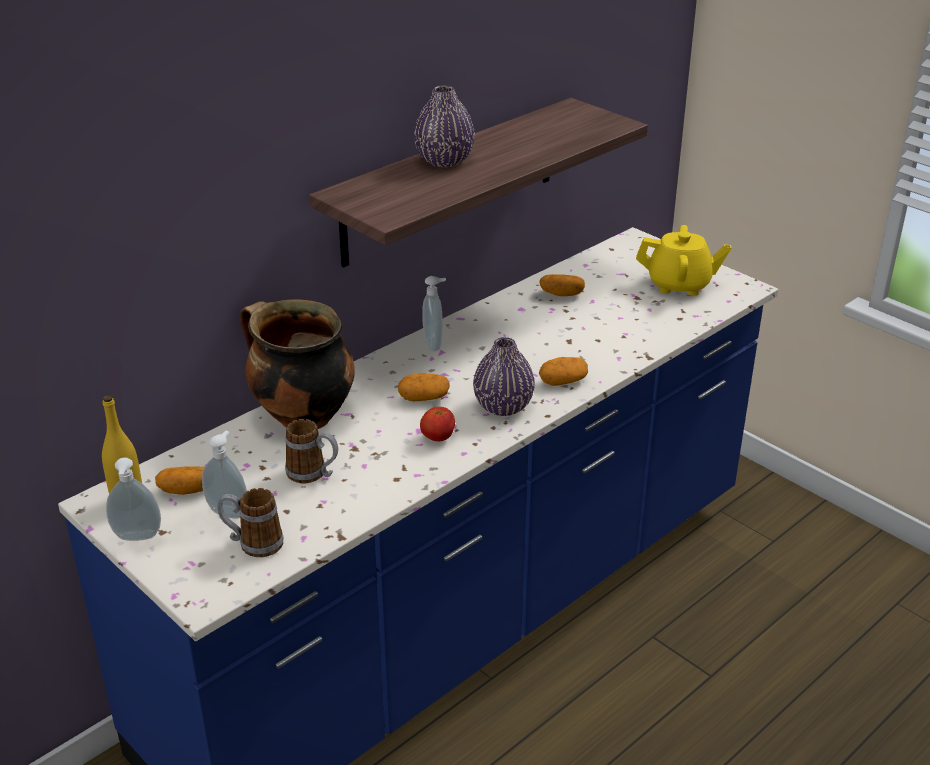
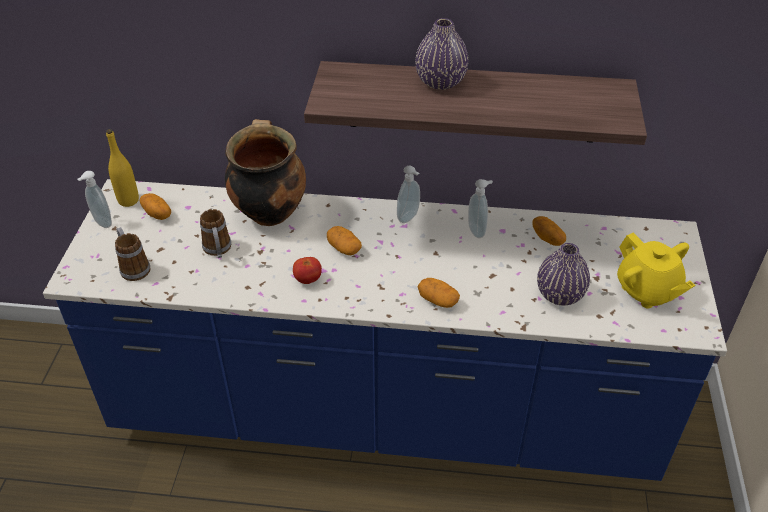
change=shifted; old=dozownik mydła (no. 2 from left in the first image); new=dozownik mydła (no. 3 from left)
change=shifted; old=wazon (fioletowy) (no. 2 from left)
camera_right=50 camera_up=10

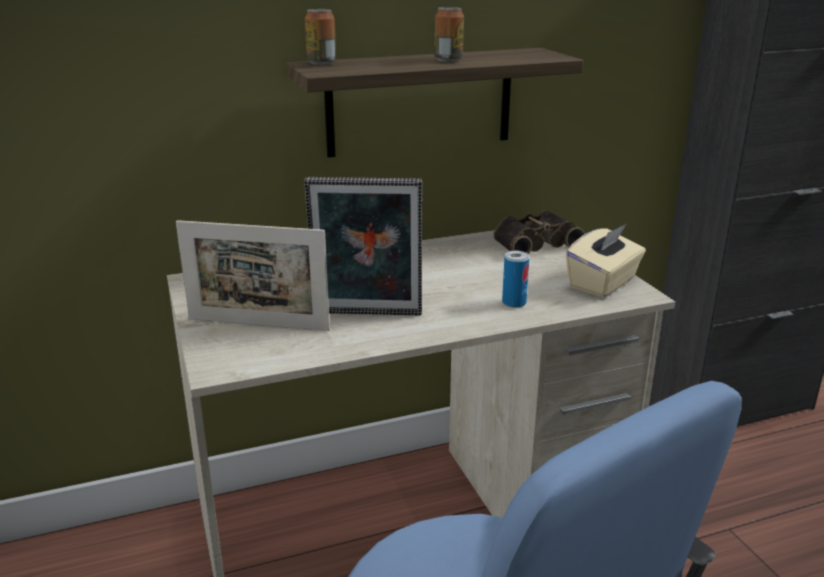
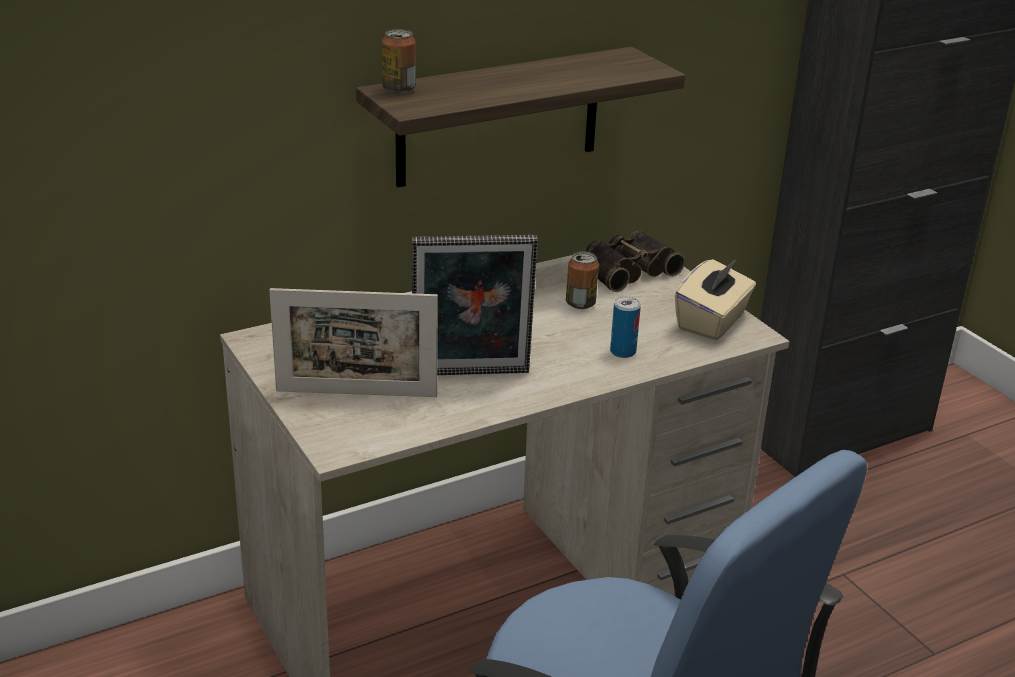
change=shifted; old=puszka (no. 2 from left)
camera_right=-10 camera_up=5

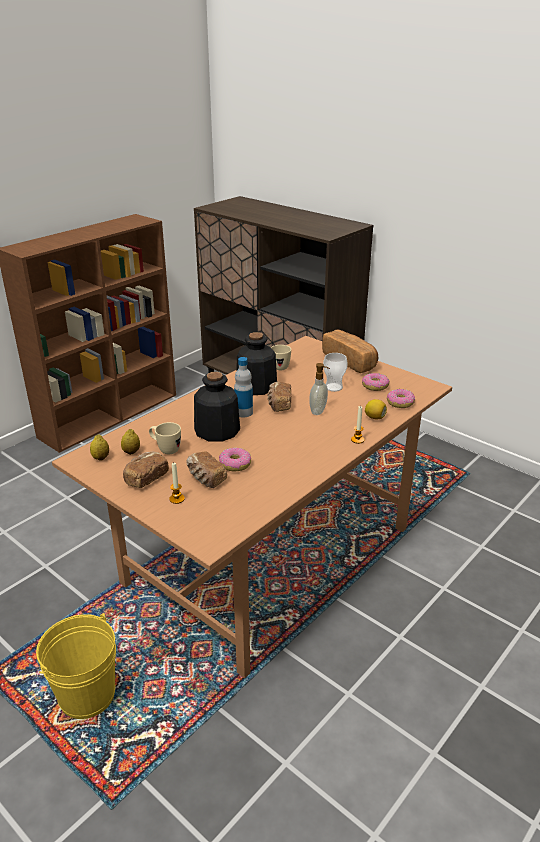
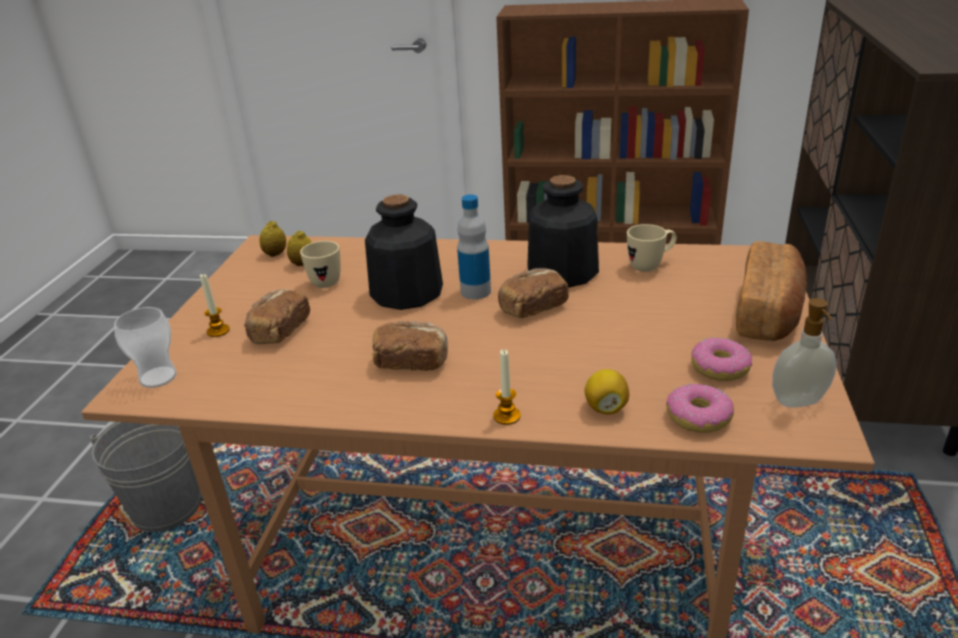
change=repainted; old=wiadro (żółty); new=wiadro (szary)
change=shifted; old=filiżanka
change=shifted; old=chleb (no. 1 from left in the first image); new=chleb (no. 2 from left)
change=shifted; old=dozownik mydła
change=gone; old=donut (no. 1 from left)
camera_right=60 camera_up=0

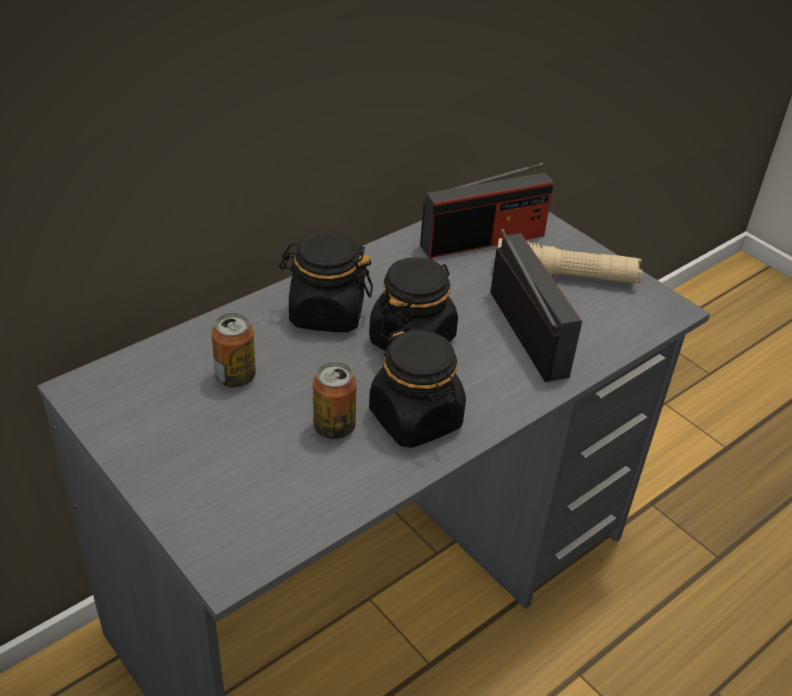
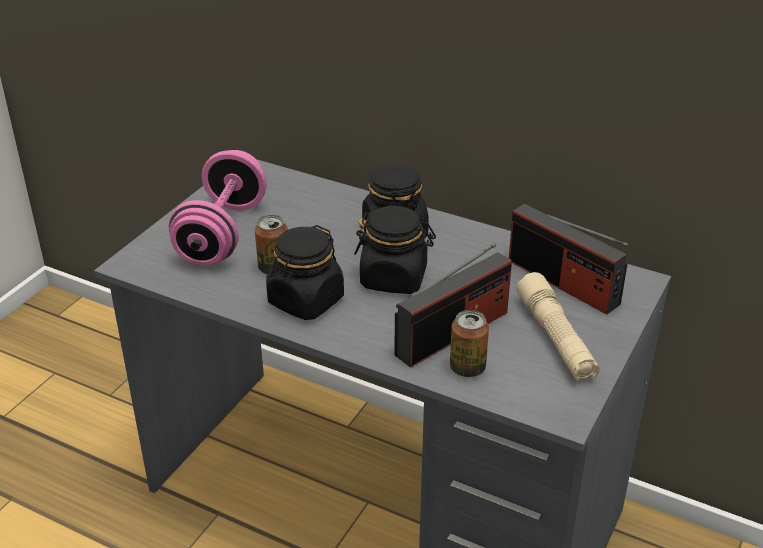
change=new; new=hantel (różowy)
change=shifted; old=puszka (no. 1 from left in the first image); new=puszka (no. 2 from left)
camera_right=70 camera_up=-5

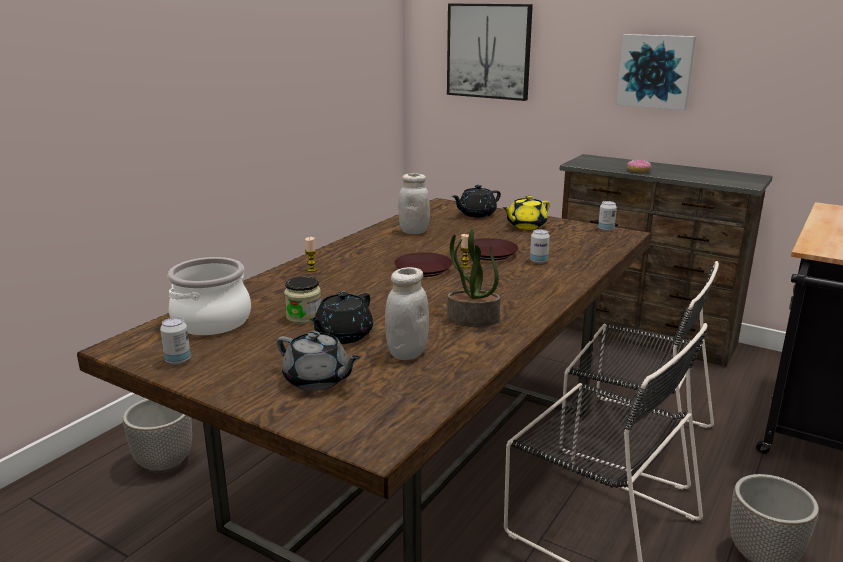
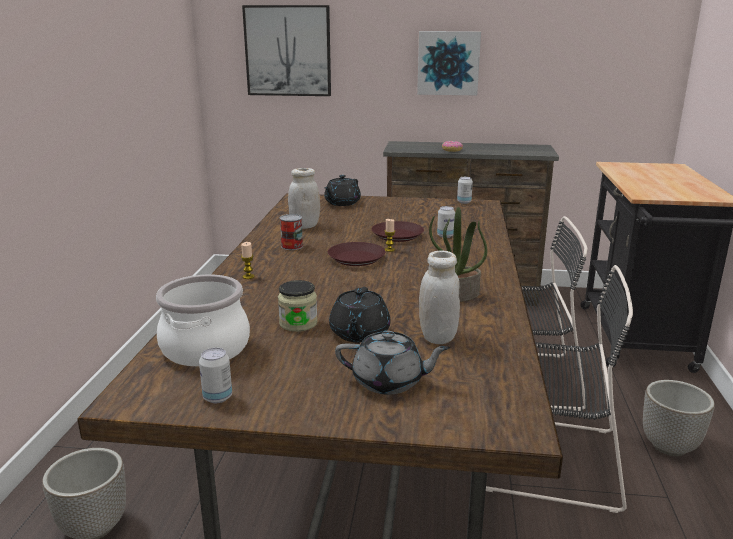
change=new; new=puszka (no. 2 from left)
change=gone; old=imbryk (żółty)
camera_right=-25 camera_up=0

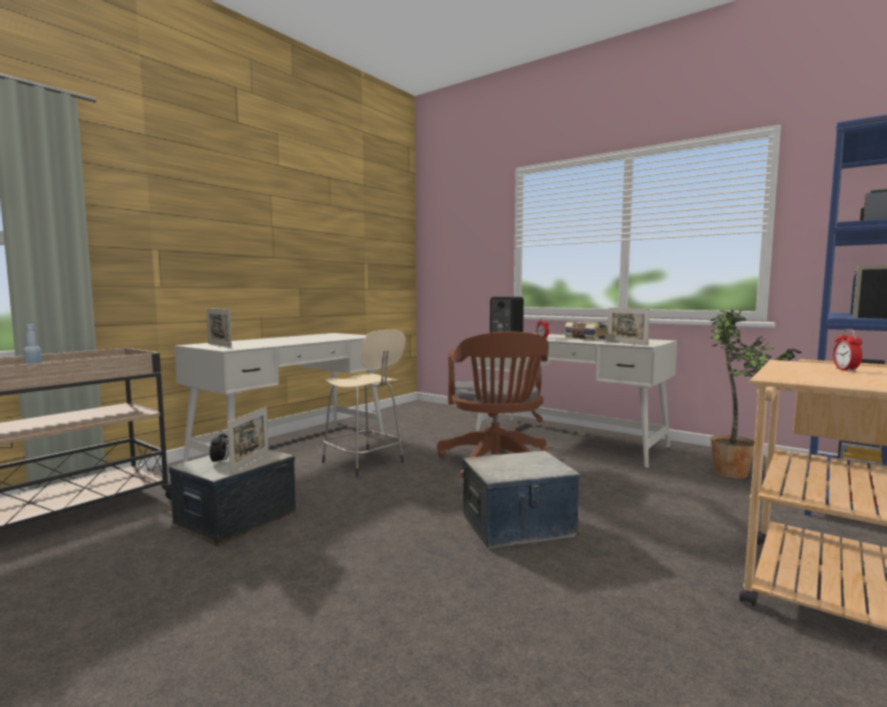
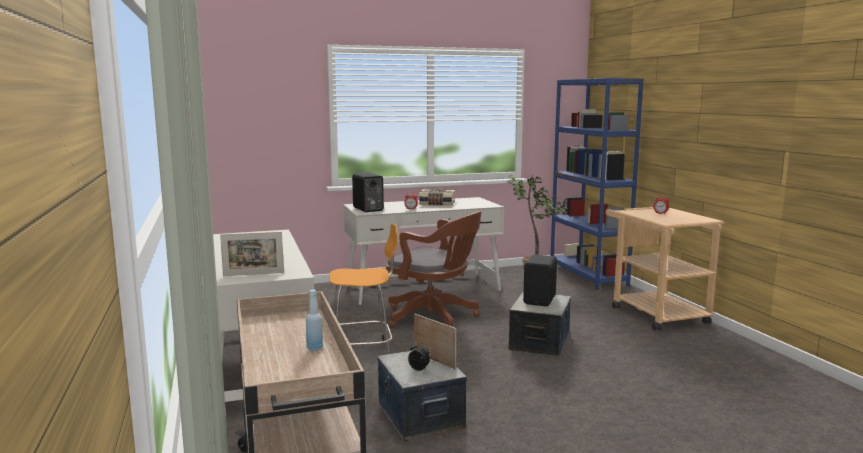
change=repainted; old=stołek (beżowy); new=stołek (pomarańczowy)
change=new; new=głośnik (czarny) (no. 2 from left)
change=gone; old=ramka na zdjęcie (no. 3 from left)
camera_right=-55 camera_up=5

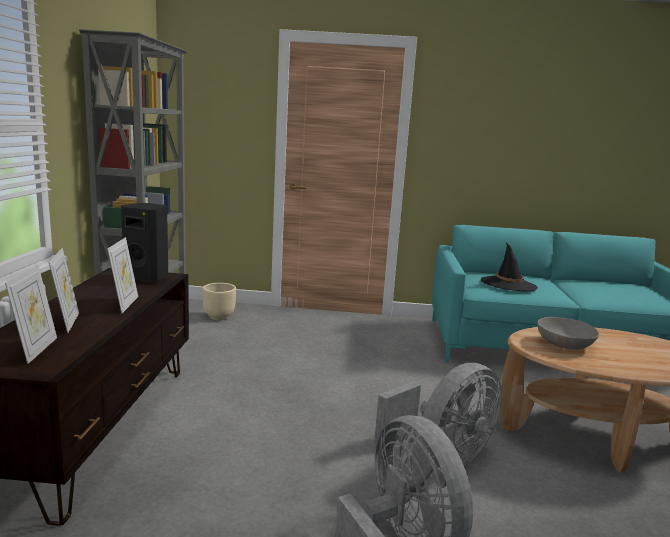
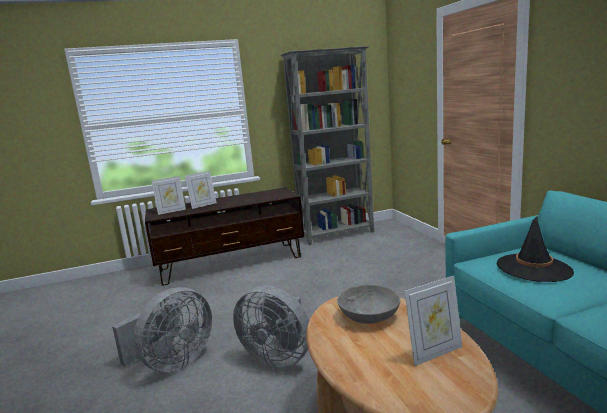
change=shifted; old=ramka na zdjęcie (no. 3 from left)
change=gone; old=głośnik (czarny)
change=gone; old=donica (beżowy)
camera_right=70 camera_up=0

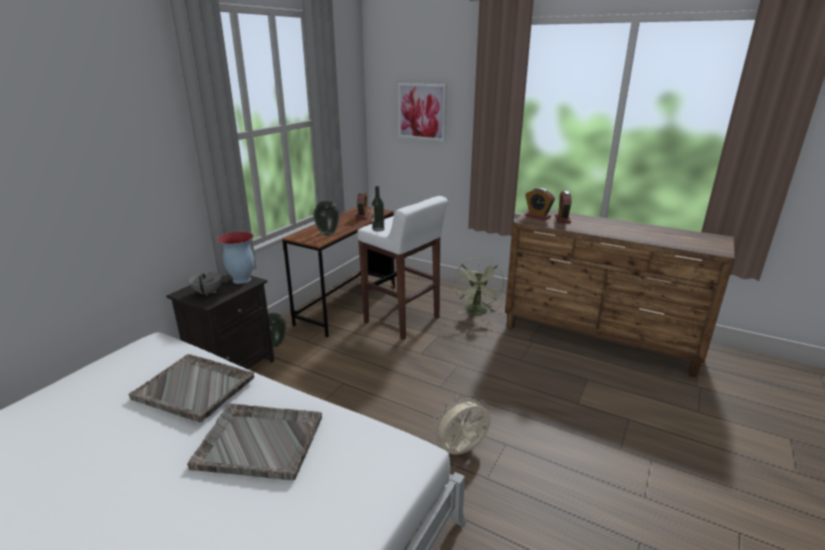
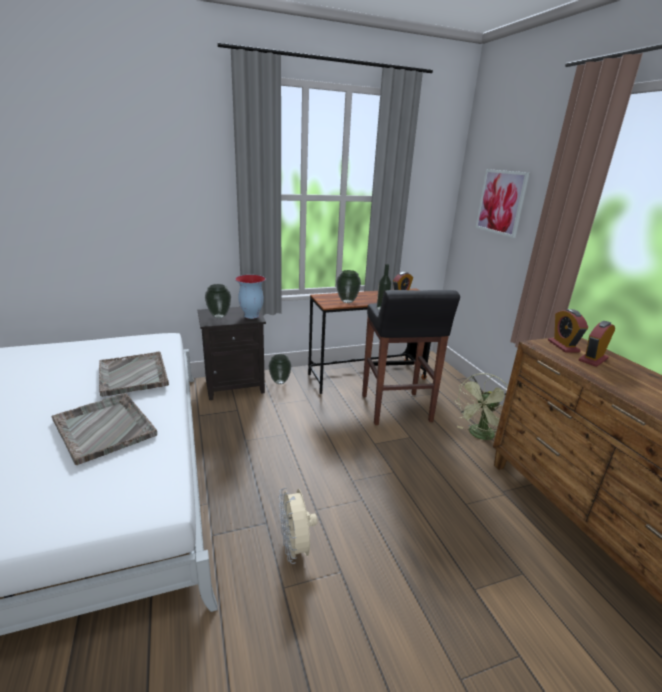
change=swapped; old=imbryk (szary); new=wazon (no. 1 from left)
change=rotated; old=wentylator (beżowy); degrees=-120
change=repainted; old=stołek (biały); new=stołek (czarny)
camera_right=40 camera_up=0

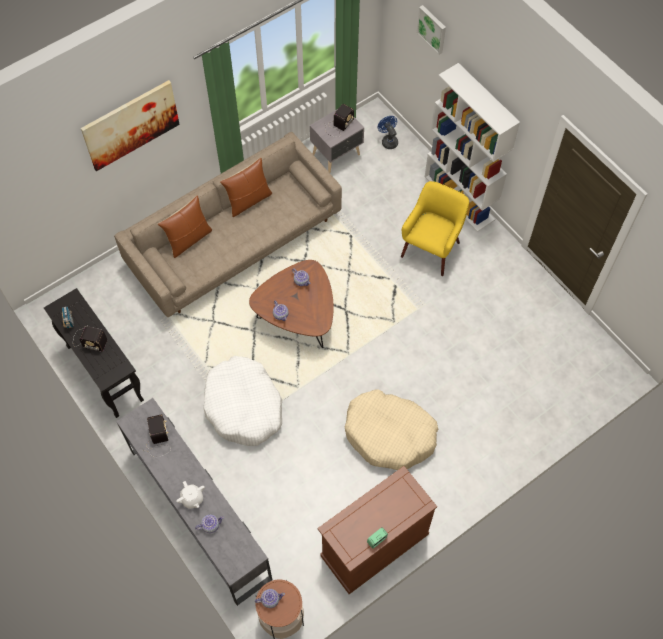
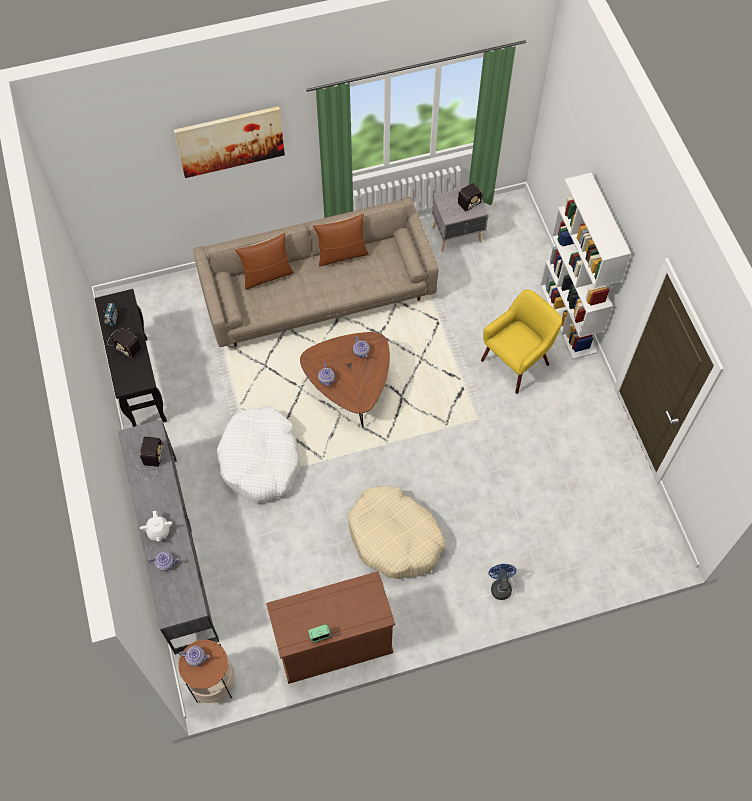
change=shifted; old=wentylator (niebieski)
change=gone; old=obraz (no. 2 from left)
camera_right=20 camera_up=0

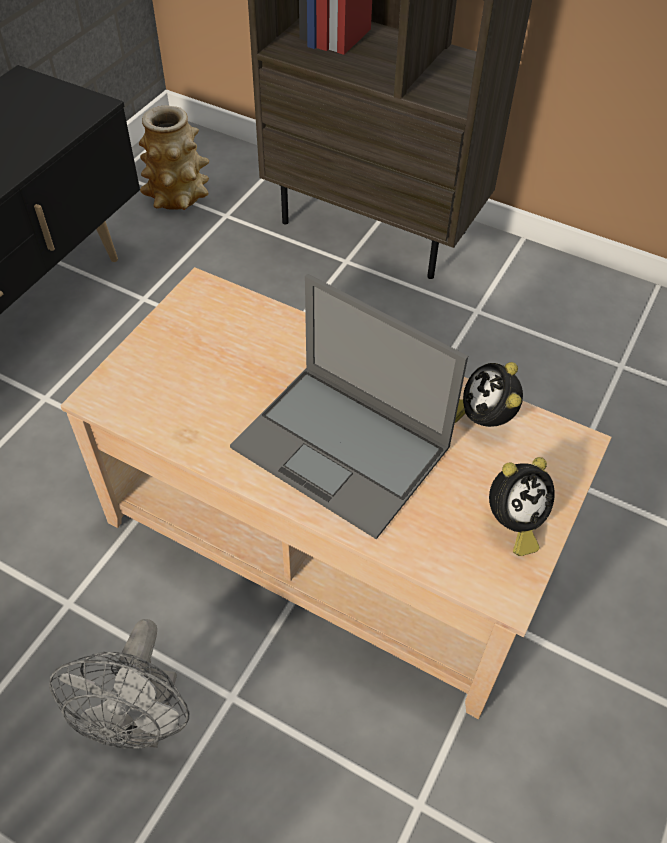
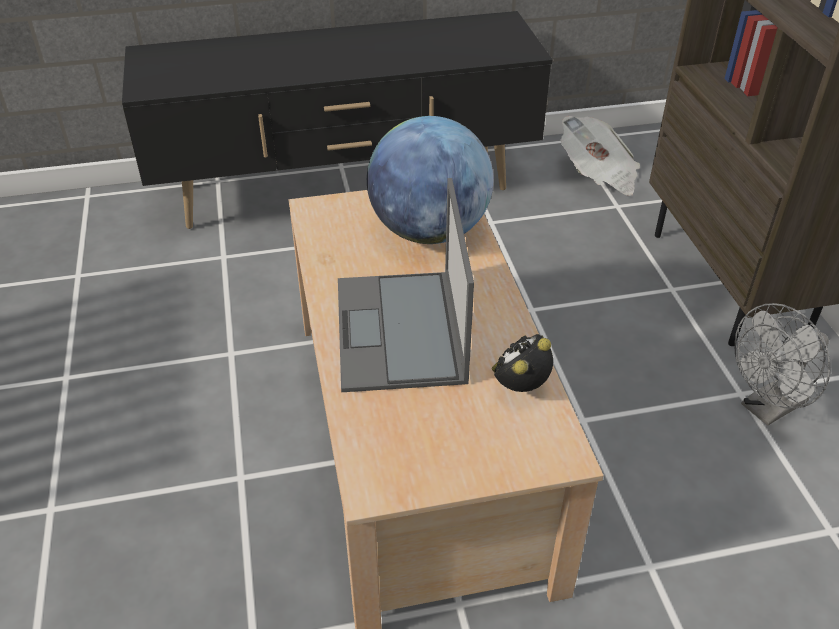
change=new; new=globus
change=swapped; old=wazon; new=gazeta
change=shifted; old=wentylator (szary)
change=gone; old=budzik (no. 2 from left)
camera_right=50 camera_up=-10

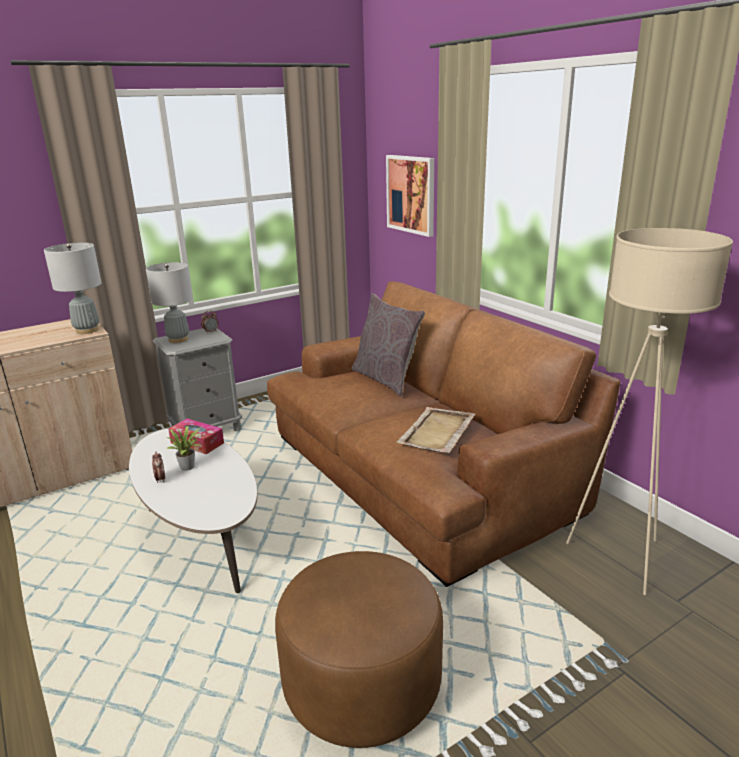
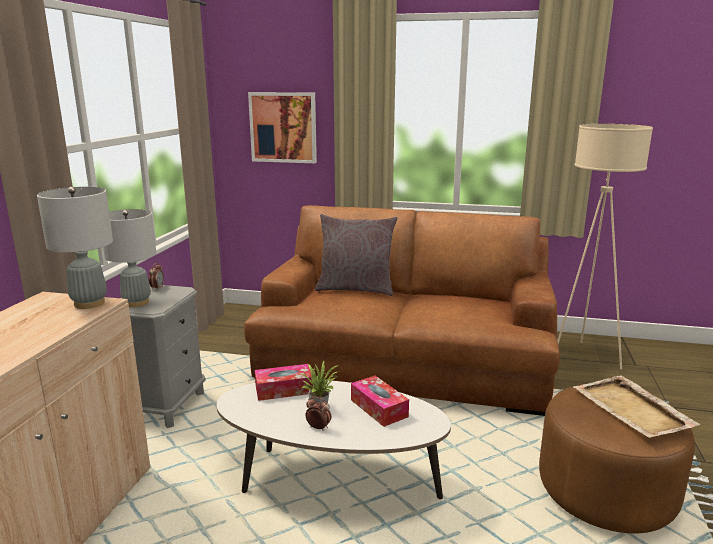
change=new; new=pudełko chusteczek (no. 2 from left)
change=shifted; old=taca (beżowy)
camera_right=-45 camera_up=-5

